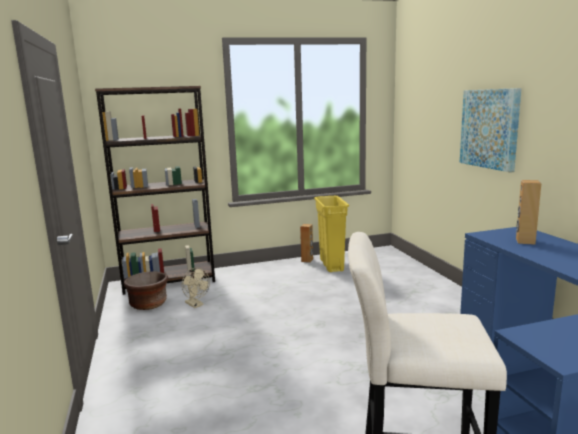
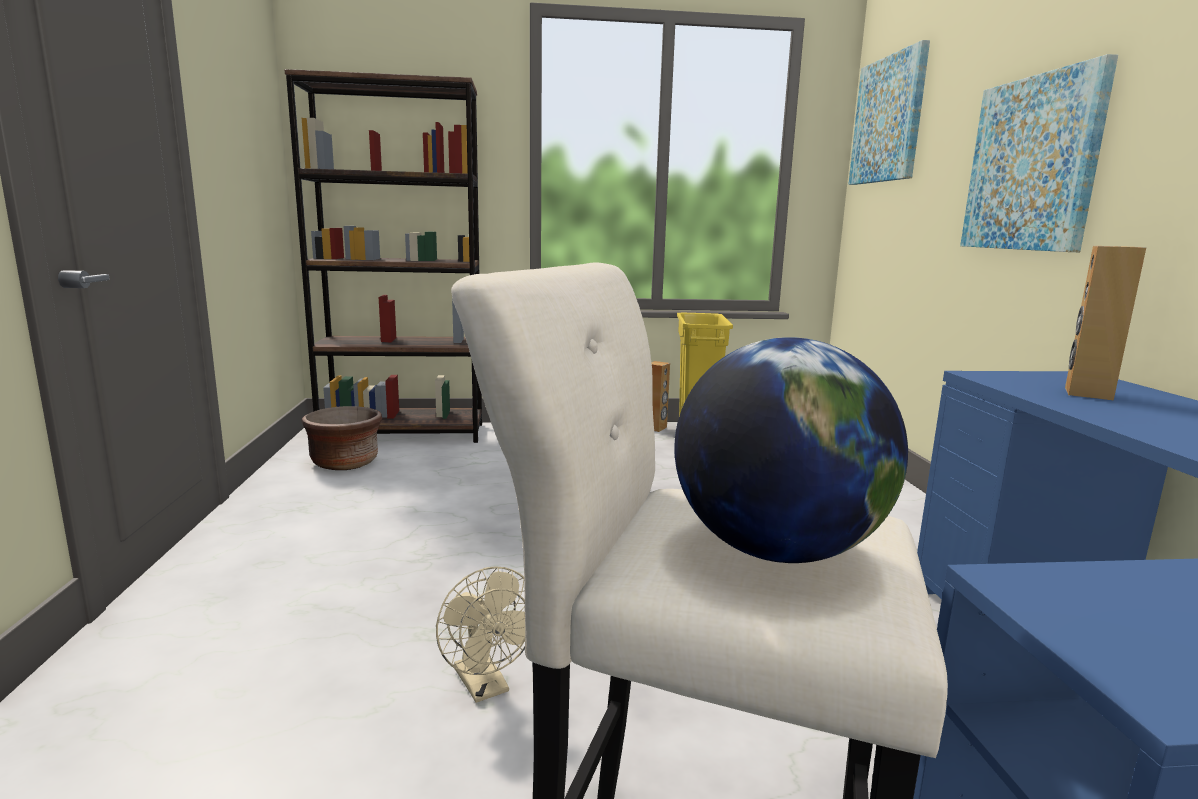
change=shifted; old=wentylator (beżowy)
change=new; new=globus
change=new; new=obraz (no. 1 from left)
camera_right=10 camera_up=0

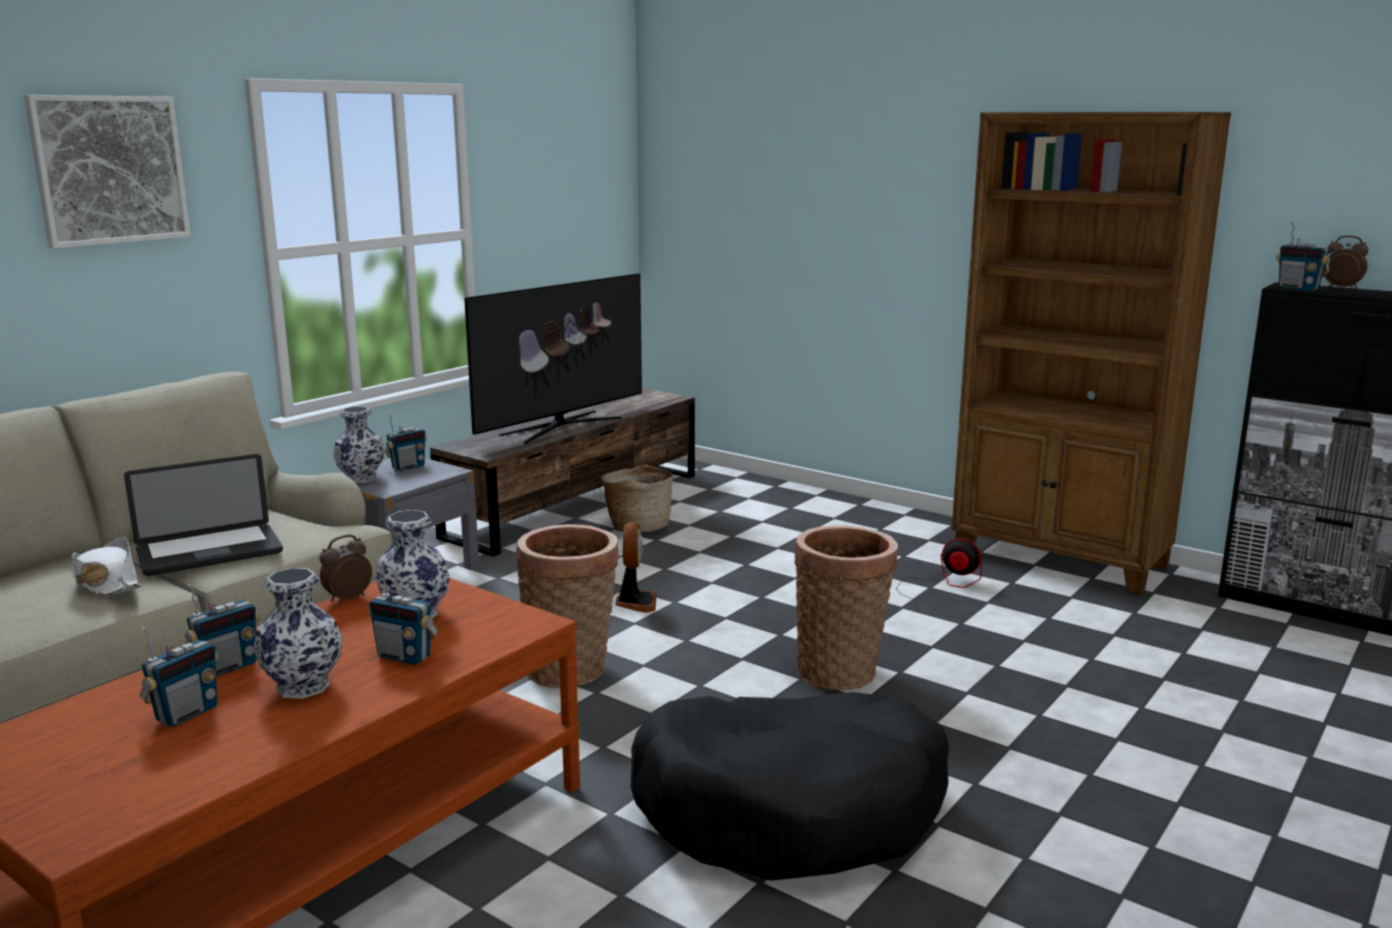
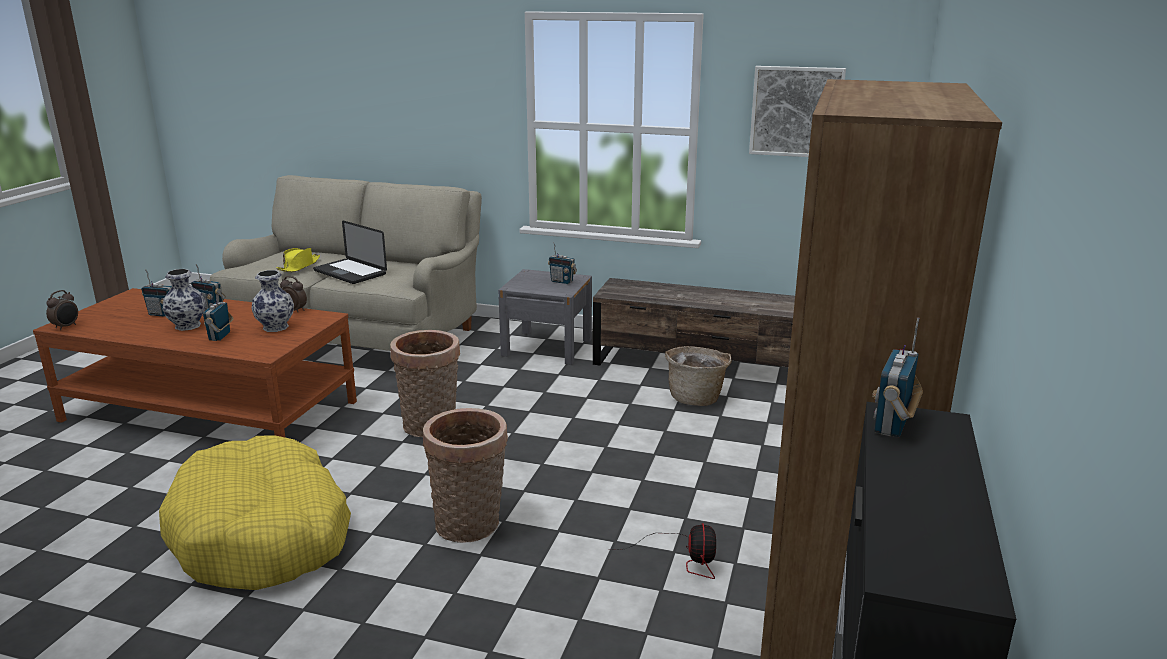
change=shifted; old=budzik (no. 2 from left in the first image); new=budzik (no. 1 from left)
change=repainted; old=legowisko (czarny); new=legowisko (żółty)
change=repainted; old=kapelusz (biały); new=kapelusz (żółty)
change=shifted; old=obraz
change=gone; old=wazon (no. 2 from left)
change=gone; old=telewizor
change=gone; old=wentylator (no. 1 from left)
camera_right=70 camera_up=5

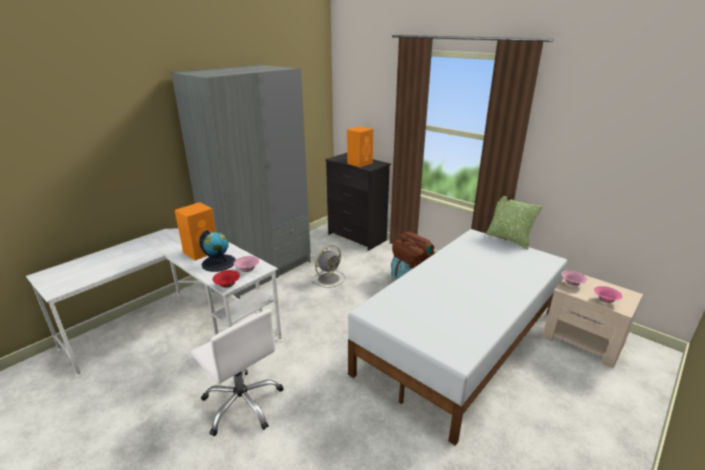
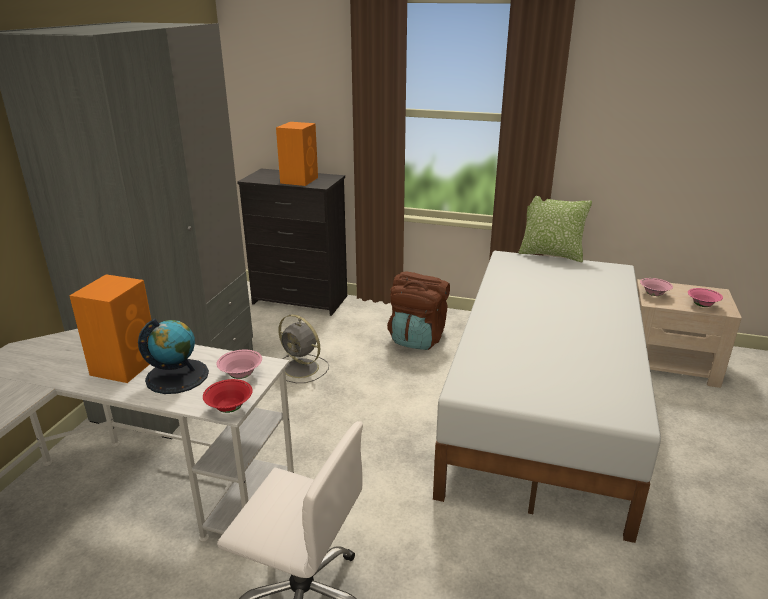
change=rotated; old=wentylator (szary); degrees=105
camera_right=-25 camera_up=0

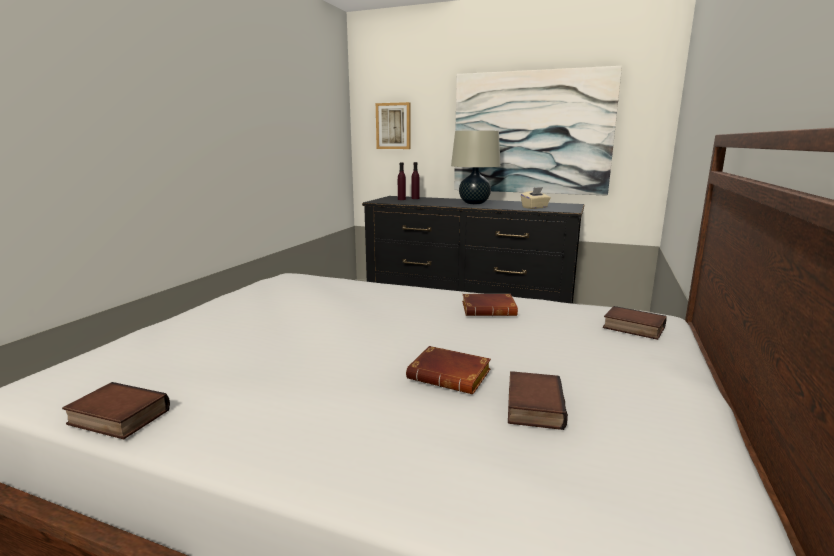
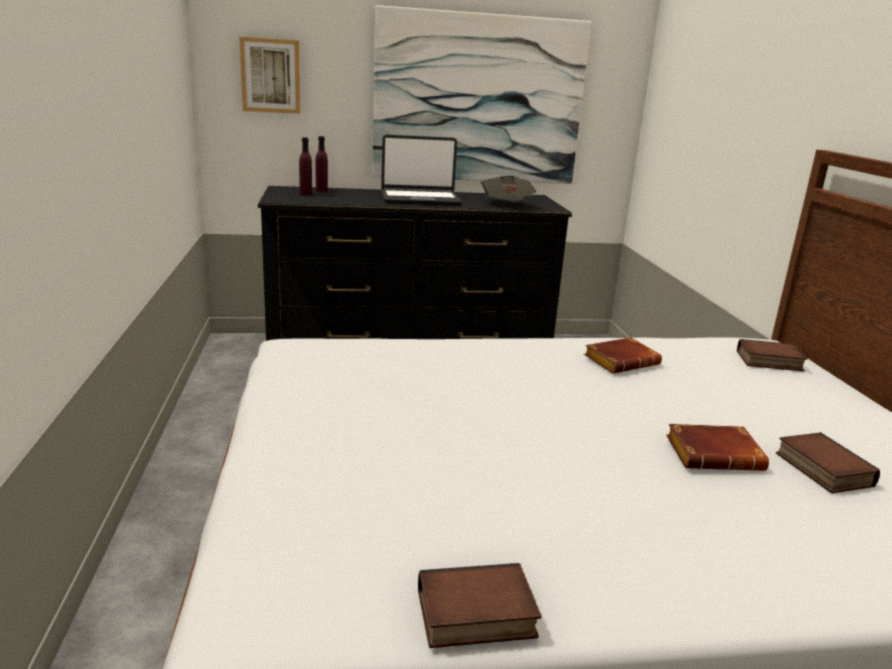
change=swapped; old=lampa stołowa (beżowy); new=laptop
change=swapped; old=pudełko chusteczek (beżowy); new=gazeta
camera_right=-30 camera_up=5

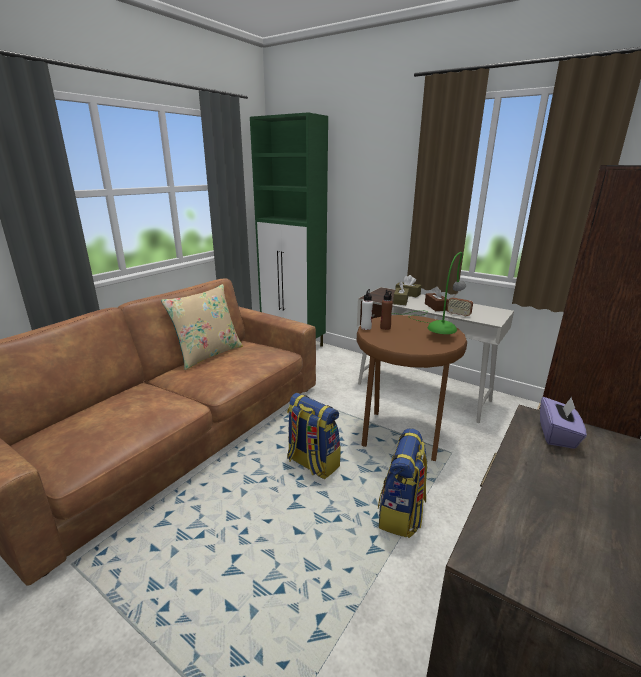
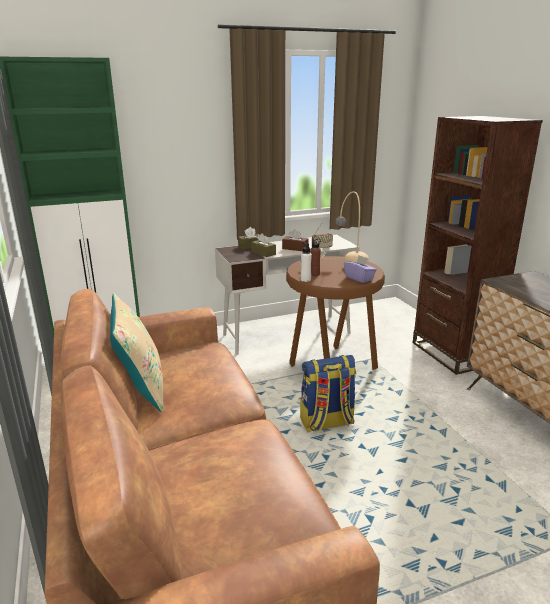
change=repainted; old=lampa stołowa (zielony); new=lampa stołowa (beżowy)
change=shifted; old=pudełko chusteczek (fioletowy)
change=gone; old=plecak (no. 2 from left)
camera_right=-55 camera_up=0

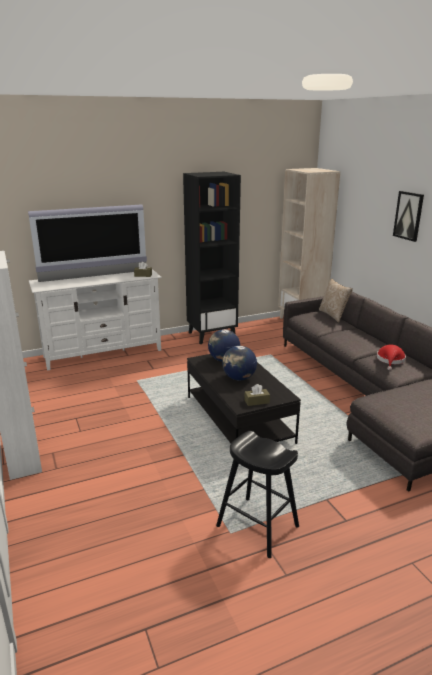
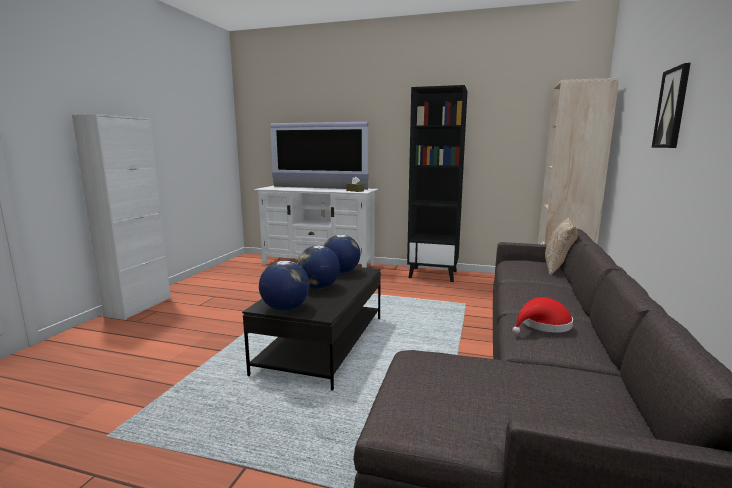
change=swapped; old=pudełko chusteczek (brązowy) (no. 2 from left); new=globus (no. 1 from left)
change=gone; old=stołek (czarny)
camera_right=40 camera_up=-10

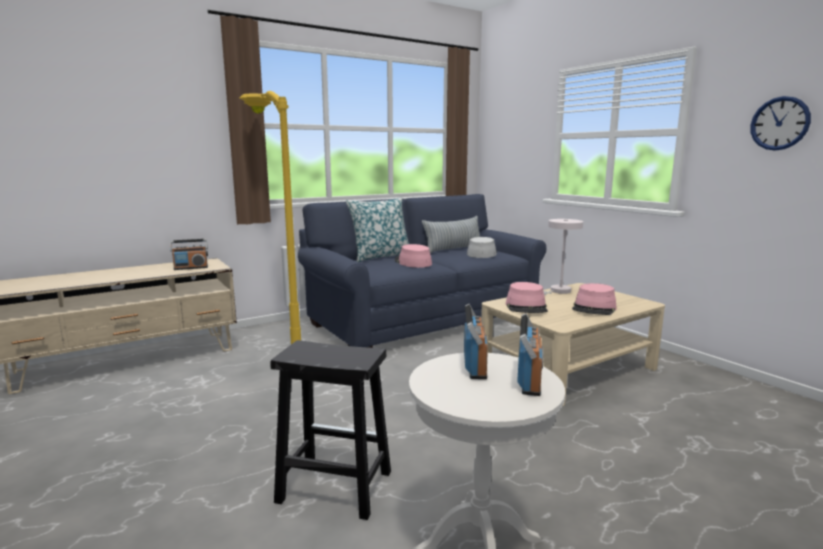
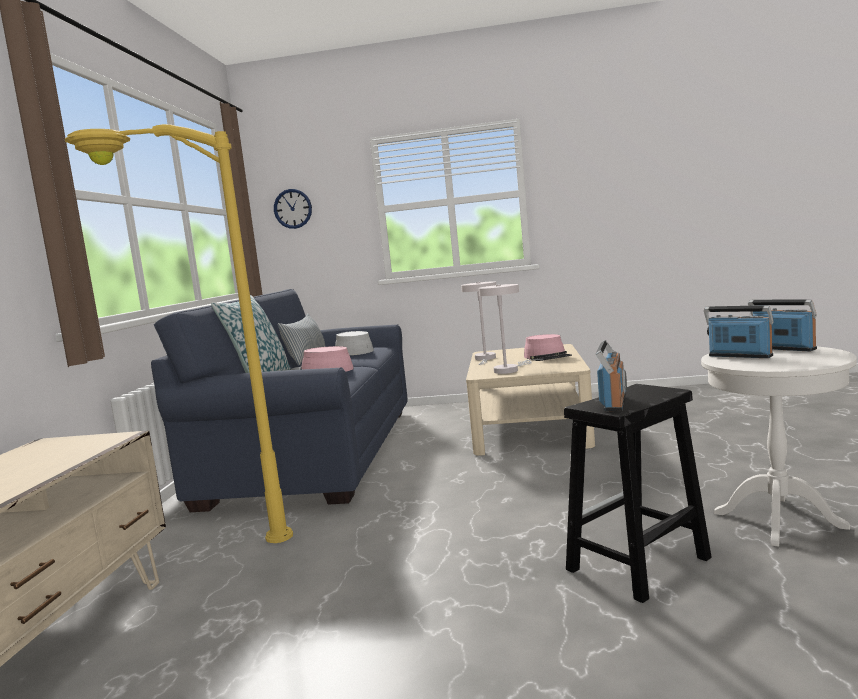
change=shifted; old=zegar ścienny
change=swapped; old=kapelusz (różowy) (no. 2 from left); new=lampa stołowa (biały) (no. 2 from left)
change=shifted; old=radio (no. 1 from left)
camera_right=-50 camera_up=-5

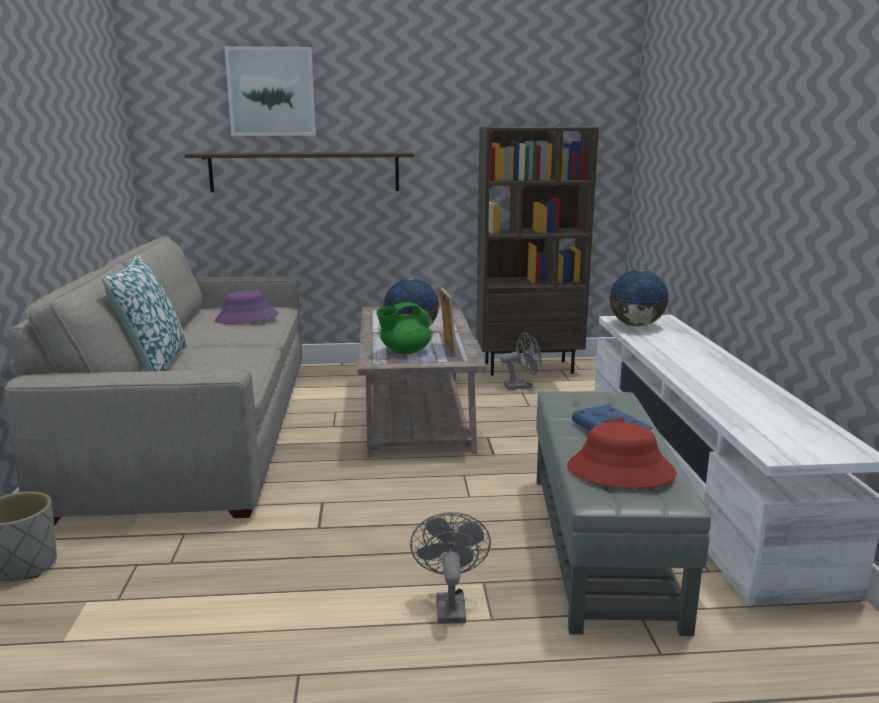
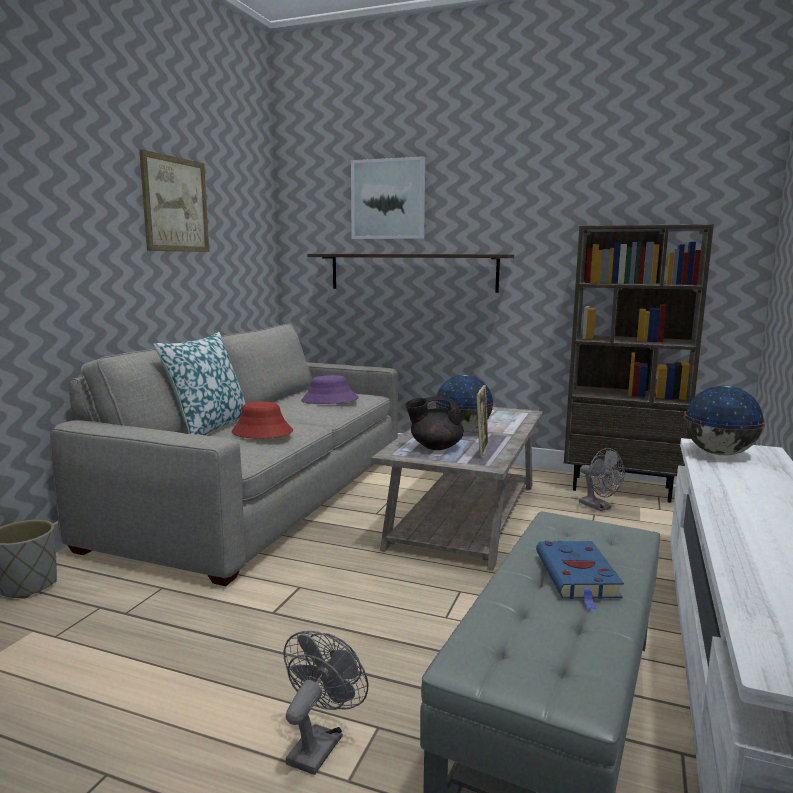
change=new; new=obraz (no. 1 from left)
change=shifted; old=kapelusz (czerwony)
change=repainted; old=imbryk (zielony); new=imbryk (czarny)
change=rotated; old=wentylator (szary) (no. 2 from left); degrees=45
camera_right=25 camera_up=-5

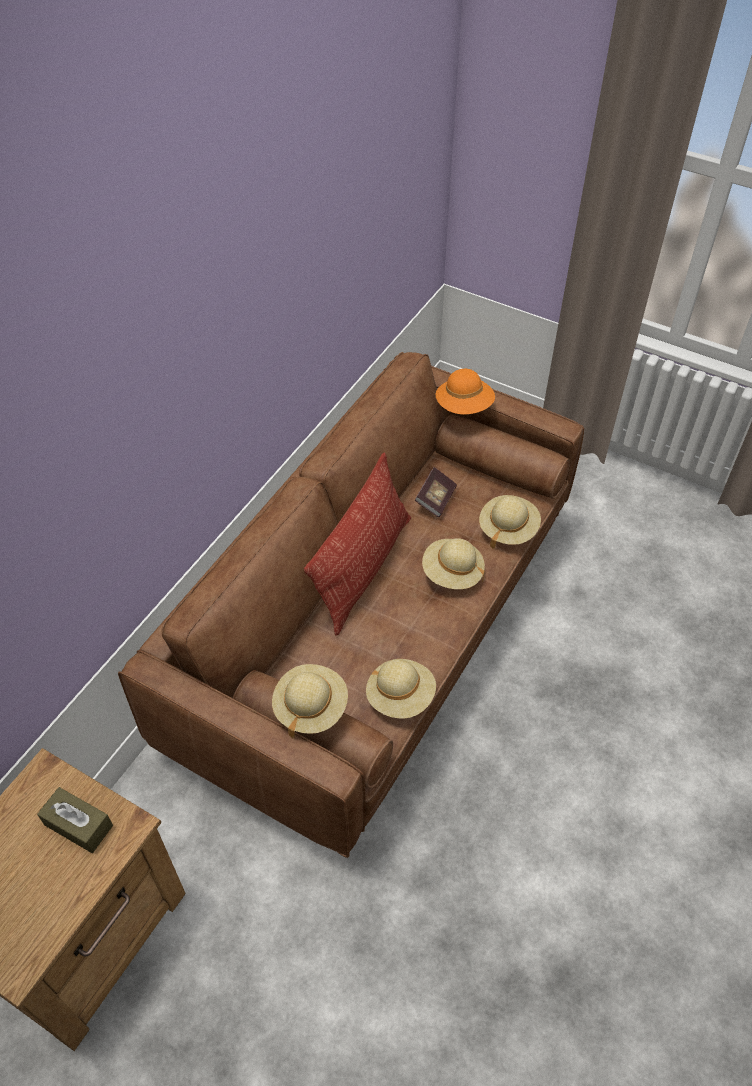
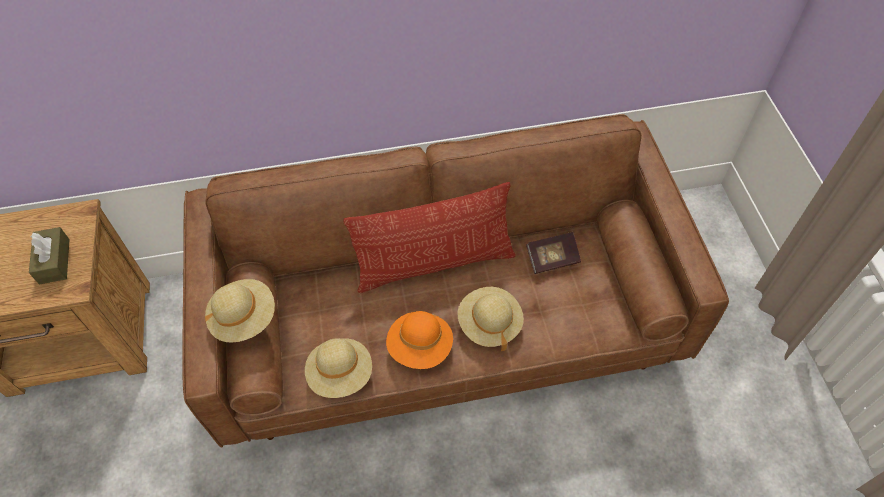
change=shifted; old=kapelusz (pomarańczowy)
change=gone; old=kapelusz (beżowy) (no. 4 from left)
camera_right=50 camera_up=5

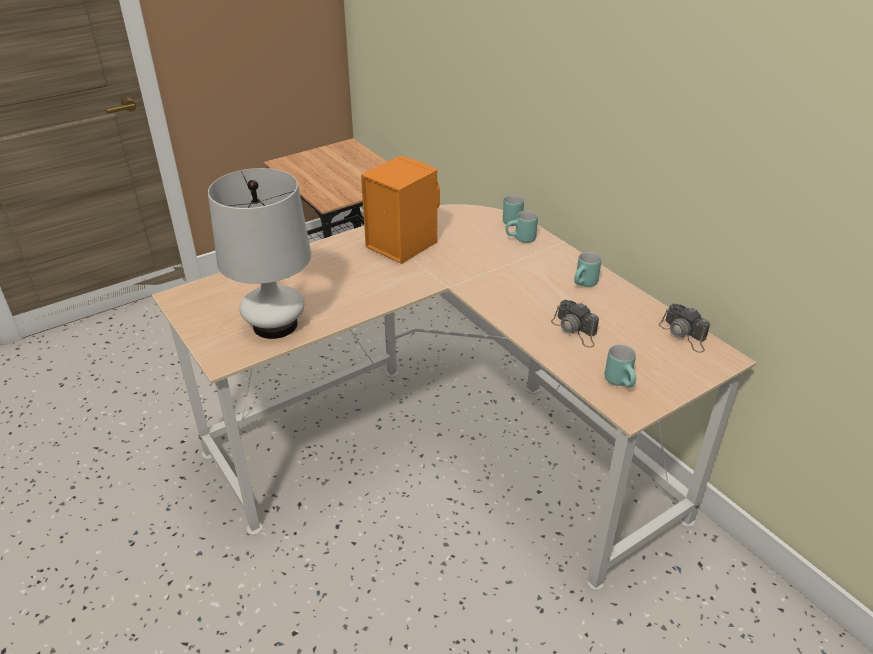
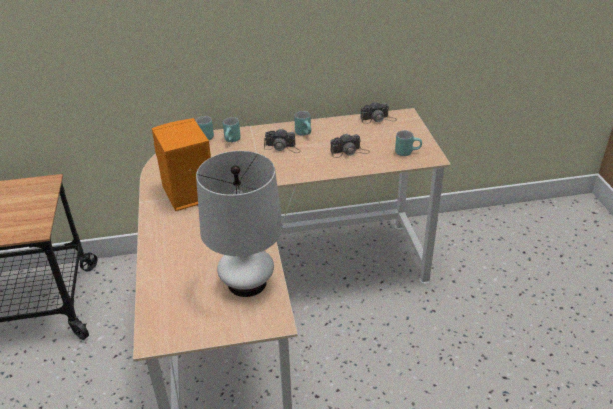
change=new; new=aparat fotograficzny (no. 1 from left)
camera_right=-65 camera_up=0

